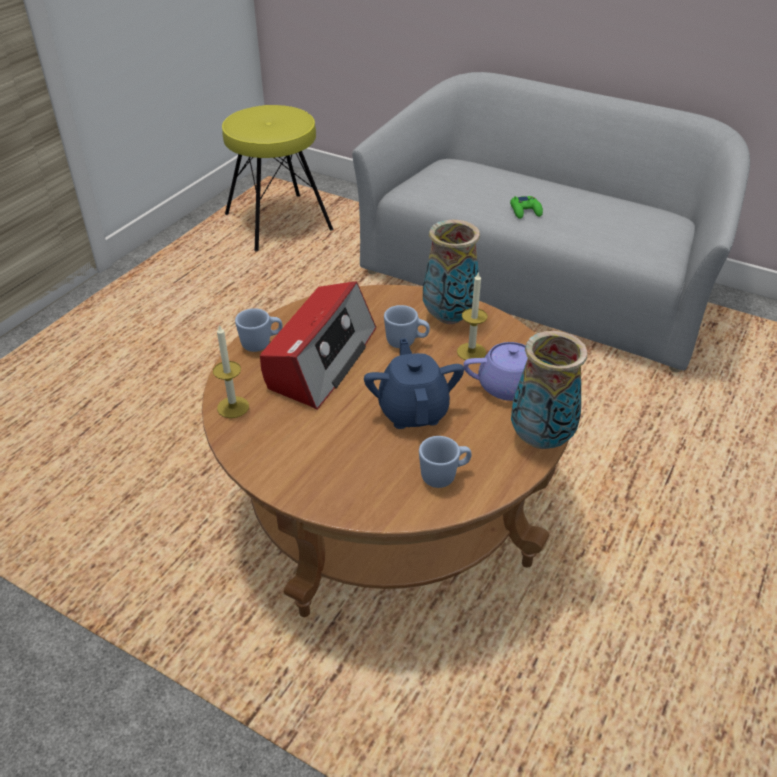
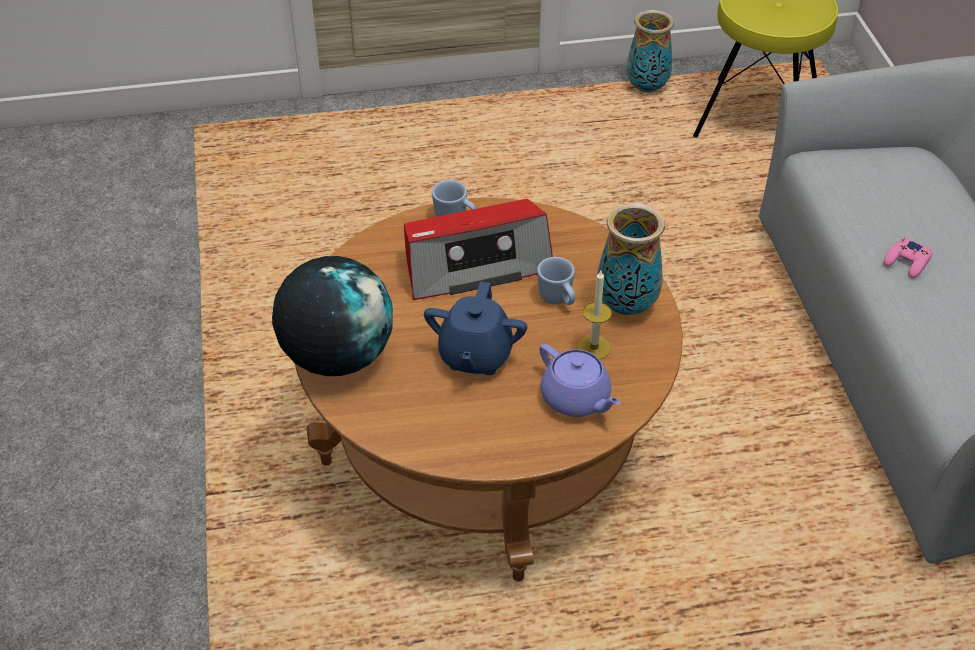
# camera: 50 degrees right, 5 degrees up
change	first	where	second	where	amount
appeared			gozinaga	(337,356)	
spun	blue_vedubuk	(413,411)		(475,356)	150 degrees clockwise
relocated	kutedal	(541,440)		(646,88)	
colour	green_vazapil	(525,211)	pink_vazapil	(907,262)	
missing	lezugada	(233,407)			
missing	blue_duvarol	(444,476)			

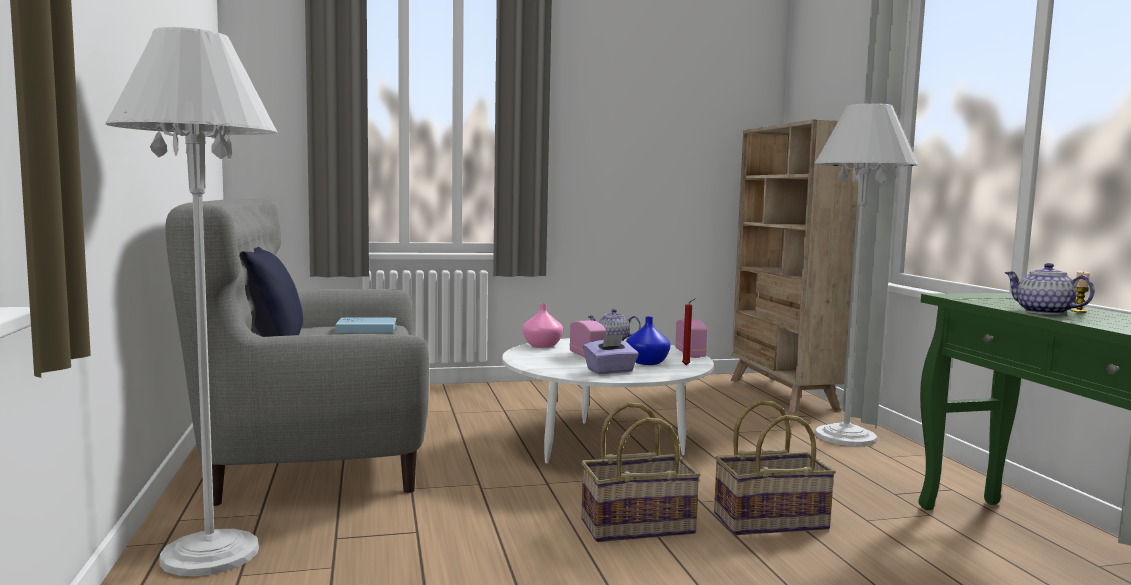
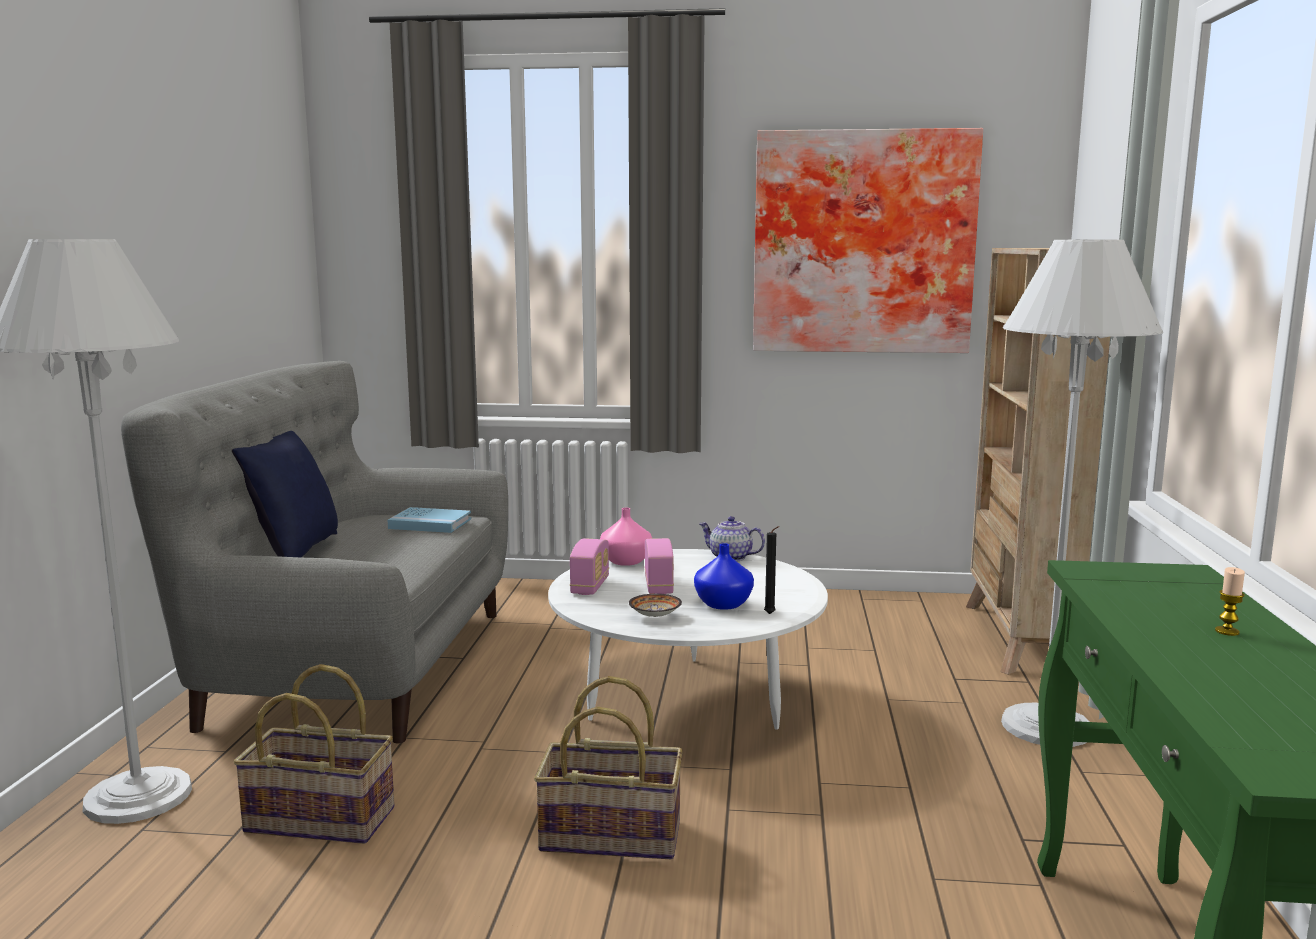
# camera: 20 degrees right, 5 degrees up
change	first	where	second	where	amount
relocated	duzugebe	(770,520)		(322,818)	
relocated	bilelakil	(690,353)		(590,586)	
exchanged	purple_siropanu	(610,371)	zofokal	(655,616)	
appeared			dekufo	(863,243)	
colour	red_lezugada	(687,365)	black_lezugada	(771,614)	
missing	vedubuk	(1043,312)			

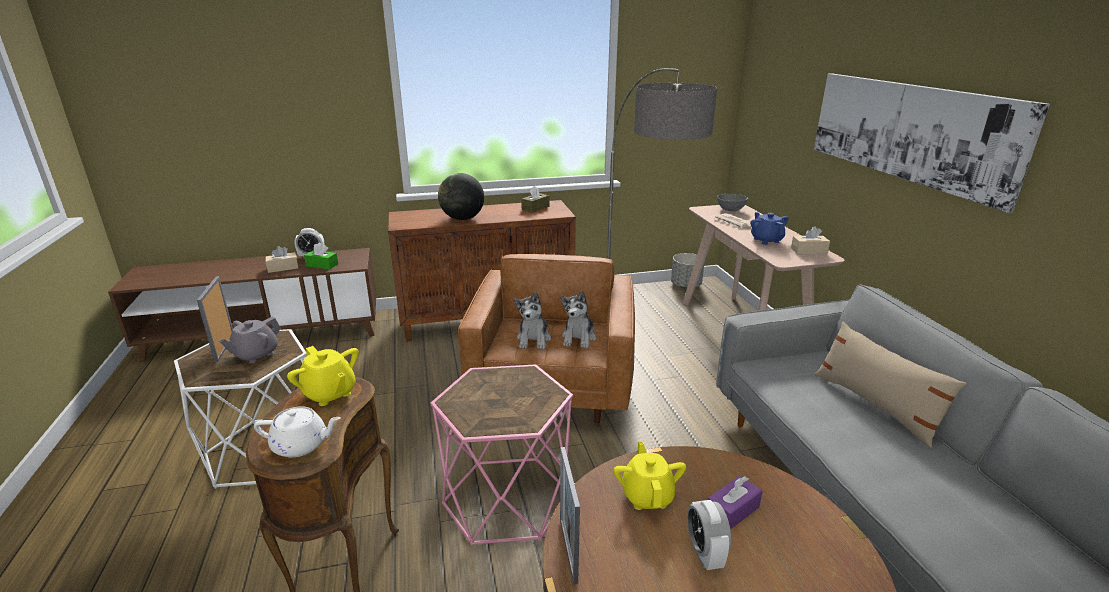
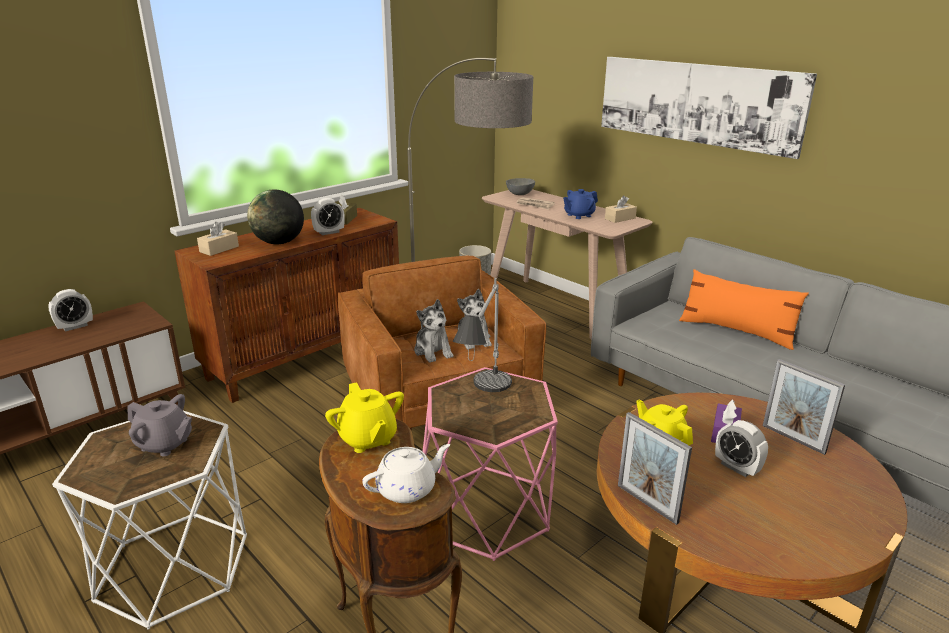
# camera: 30 degrees left, 0 degrees up
change	first	where	second	where	amount
spun	grey_vedubuk	(255,354)		(164,444)	75 degrees counterclockwise
relocated	beige_siropanu	(283,268)		(219,249)	
appeared			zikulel	(329,232)	
spun	yellow_vedubuk	(329,393)		(367,439)	45 degrees clockwise
appeared			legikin	(483,403)	
spun	blue_vedubuk	(766,240)		(579,215)	75 degrees counterclockwise
colour	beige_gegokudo	(875,405)	orange_gegokudo	(736,331)	
relocated	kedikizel	(224,348)		(793,439)	
missing	green_siropanu	(322,265)			

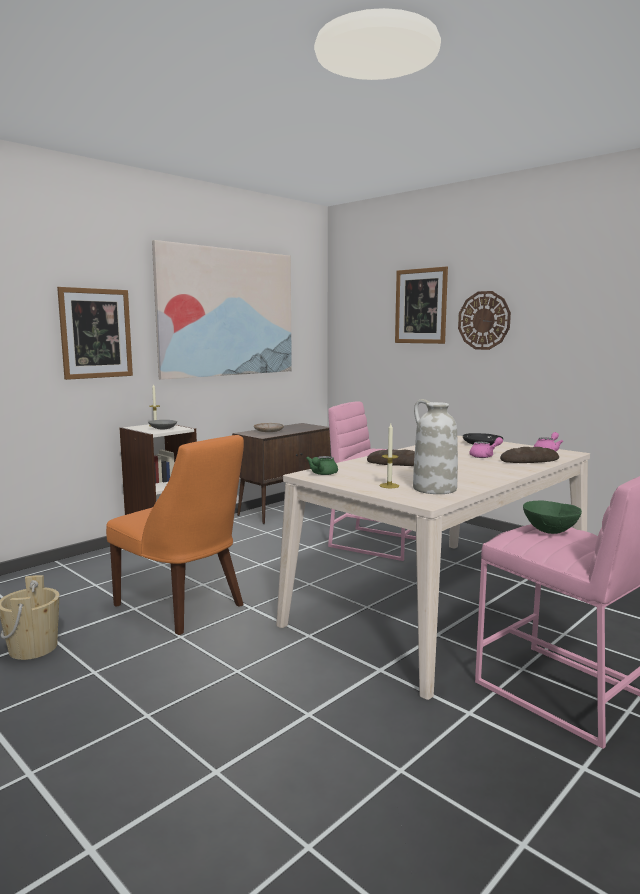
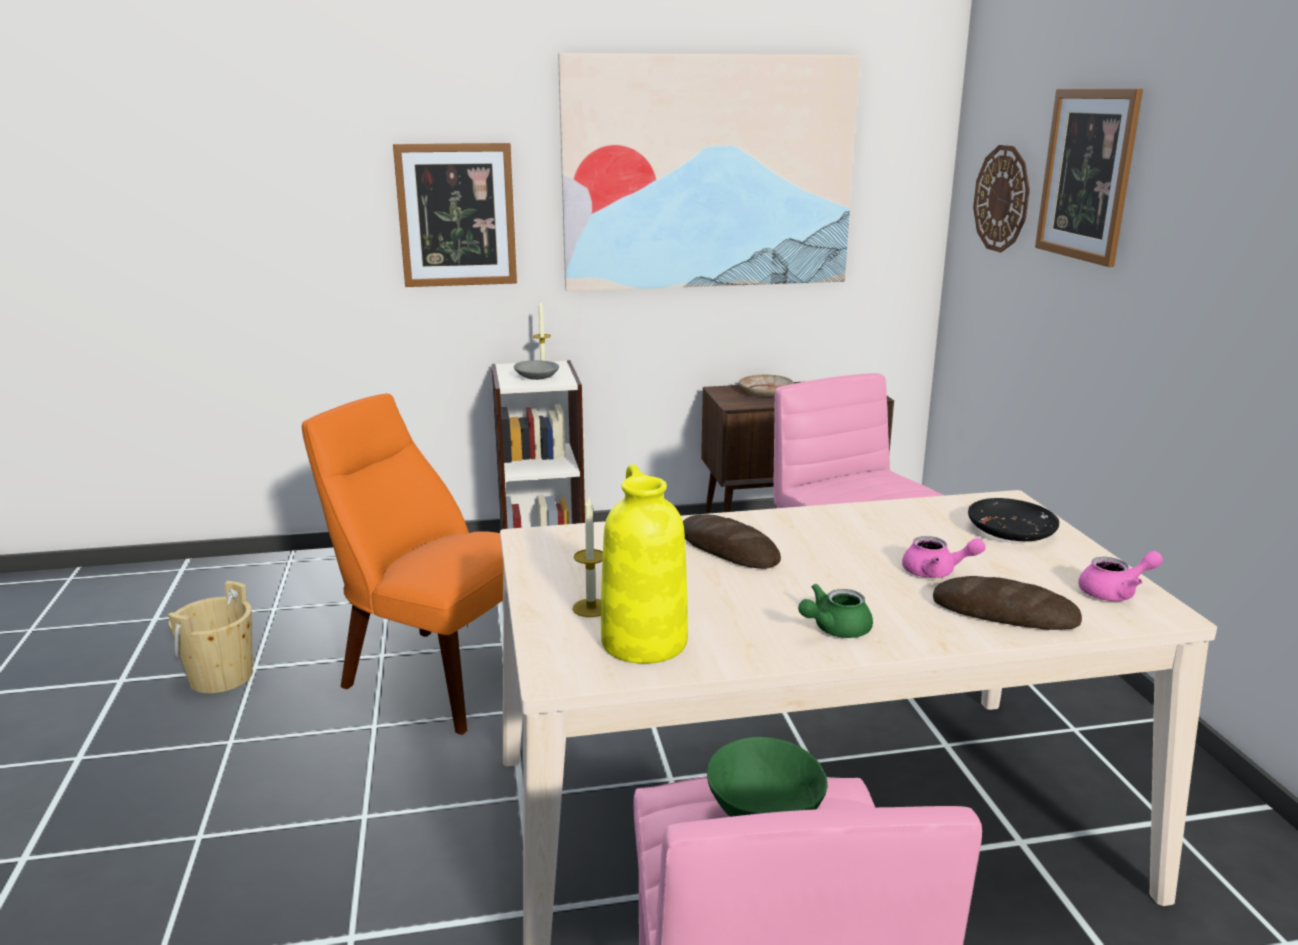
# camera: 35 degrees right, 10 degrees up
change	first	where	second	where	amount
spun	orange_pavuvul	(183,607)		(435,675)	135 degrees clockwise
colour	white_kutedal	(433,489)	yellow_kutedal	(642,641)	
relocated	green_vedubuk	(322,474)		(834,629)	
relocated	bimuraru	(484,320)		(1002,198)	

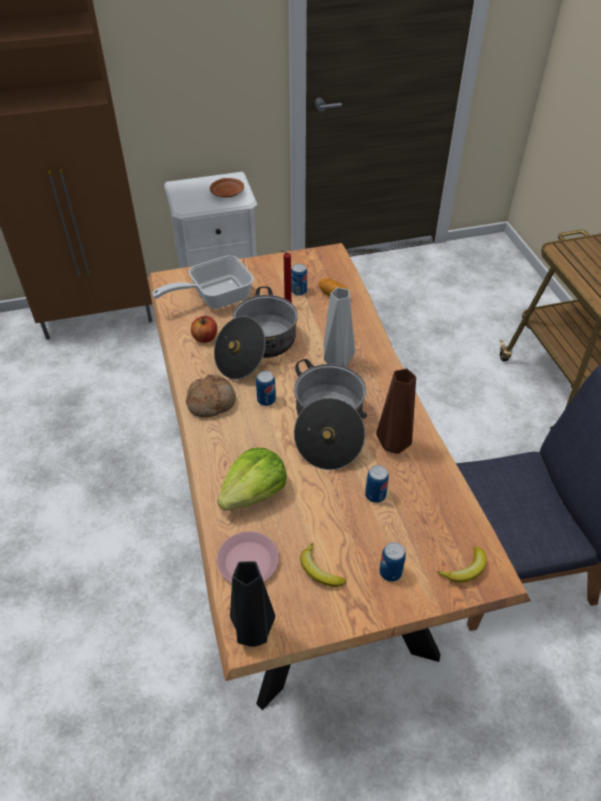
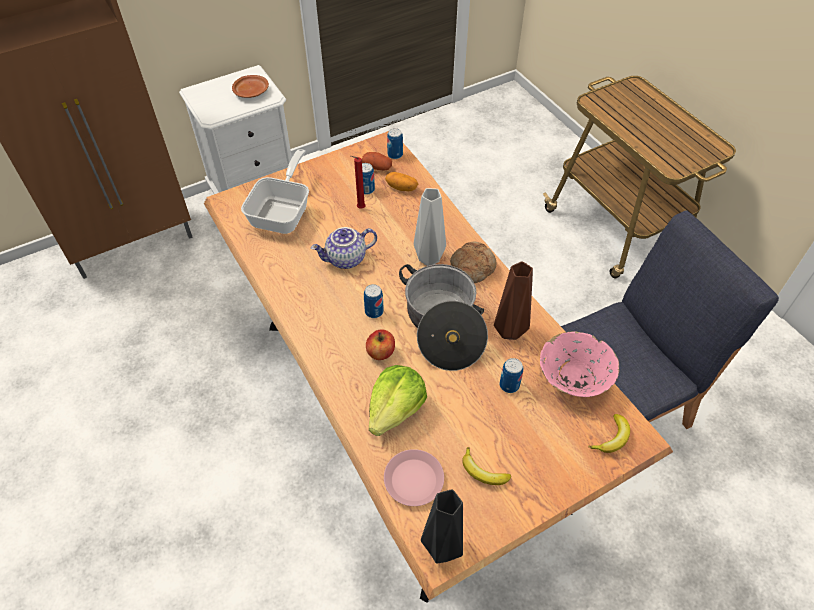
# camera: 15 degrees left, 5 degrees up
change	first	where	second	where	amount
spun	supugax	(214,297)		(283,212)	150 degrees clockwise
exchanged	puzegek	(257,349)	vedubuk	(346,259)	
appeared			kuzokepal	(377,167)	
relocated	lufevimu	(205,338)		(381,352)	
relocated	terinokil	(390,572)		(395,154)	
relocated	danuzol	(211,401)		(472,267)	
appeared			pink_zofokal	(574,378)	

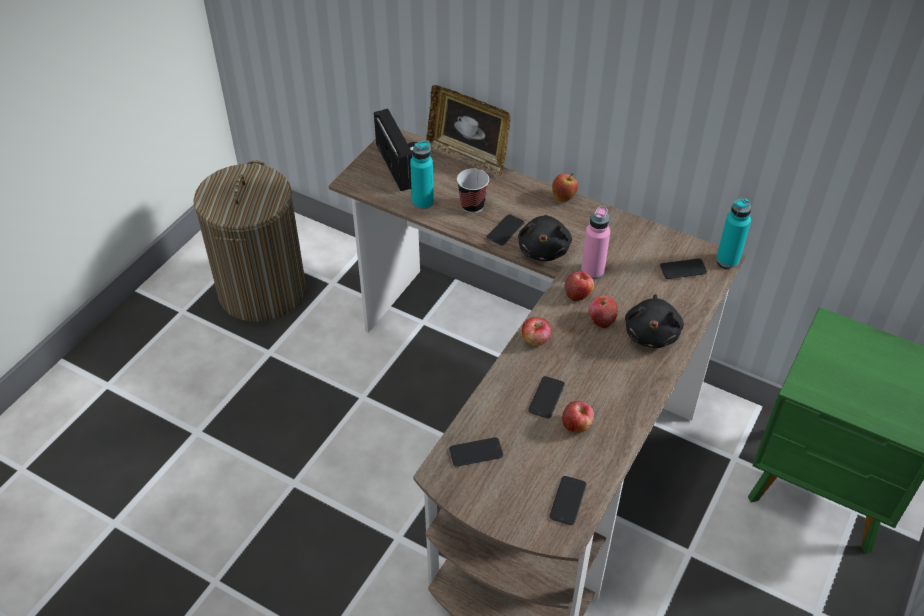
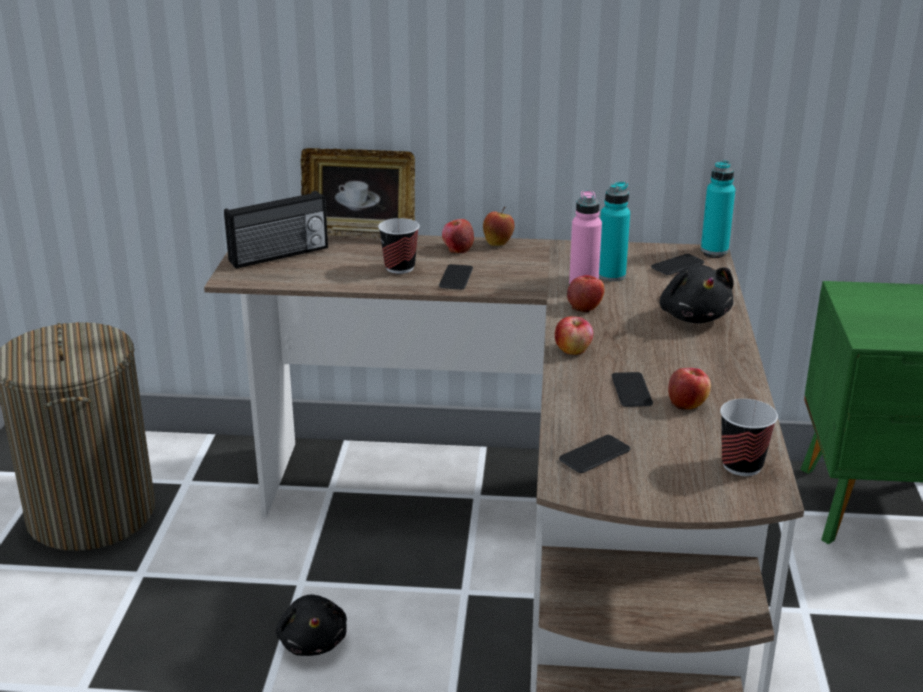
# camera: 25 degrees left, 20 degrees down
change	first	where	second	where	amount
spun	bilelakil	(396,166)		(279,255)	105 degrees clockwise
relocated	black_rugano	(544,249)		(313,641)	
relocated	lufevimu	(601,319)		(457,248)	
relocated	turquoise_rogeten	(423,202)		(611,275)	
exchanged	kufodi	(568,501)	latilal	(742,465)	

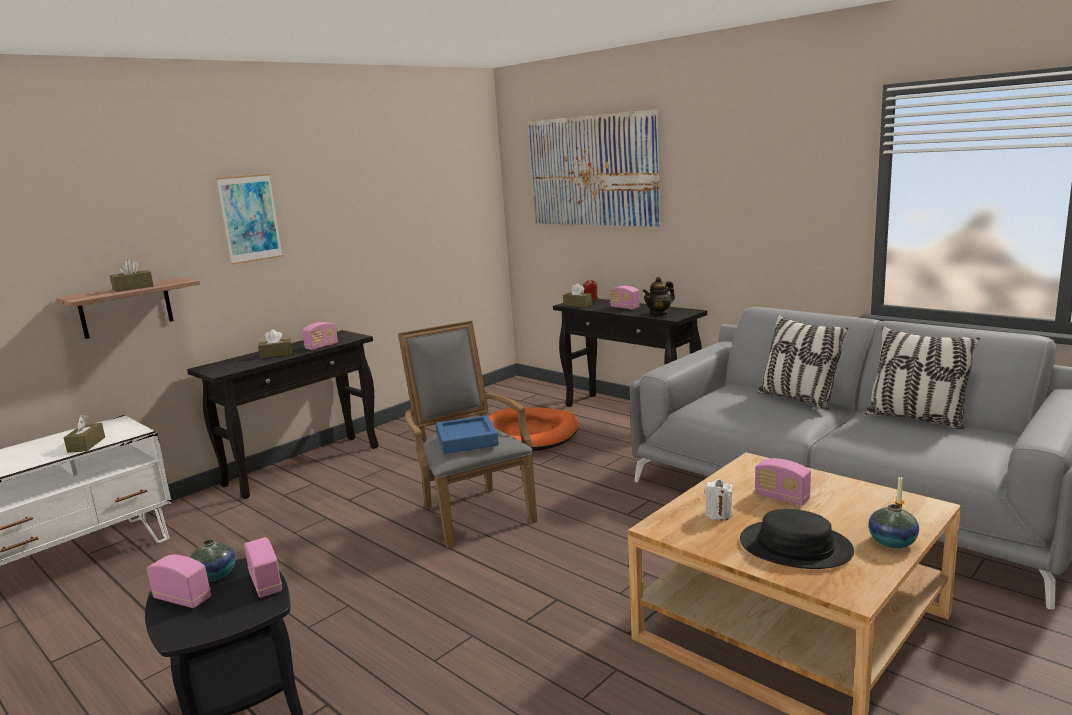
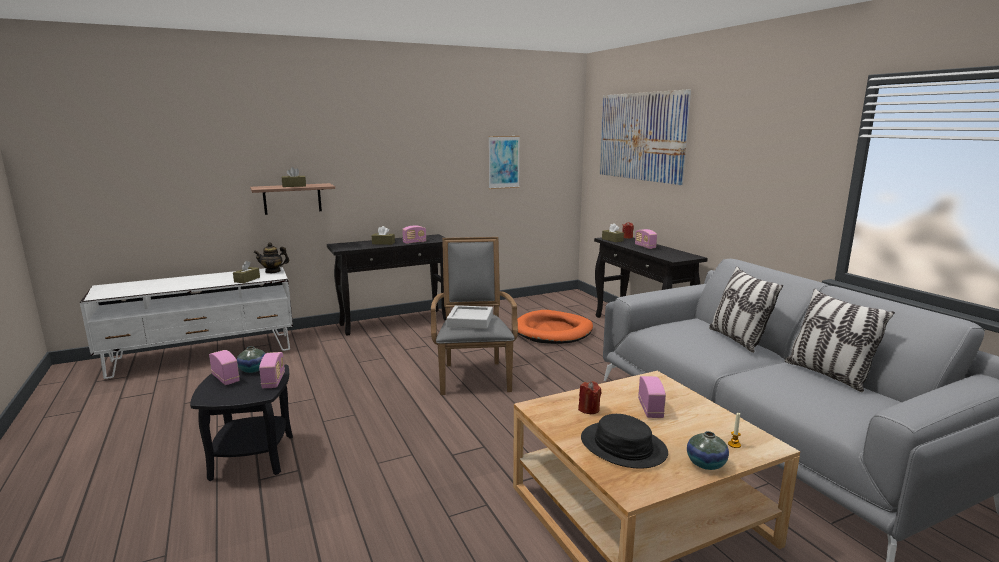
# camera: 20 degrees right, 0 degrees up
change	first	where	second	where	amount
relocated	vedubuk	(659,314)		(273,271)	
colour	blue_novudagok	(467,440)	grey_novudagok	(470,321)	
relocated	dekufo	(250,218)		(503,162)	
colour	white_lezugada	(718,514)	red_lezugada	(589,409)	
spun	bilelakil	(782,497)		(650,409)	150 degrees counterclockwise

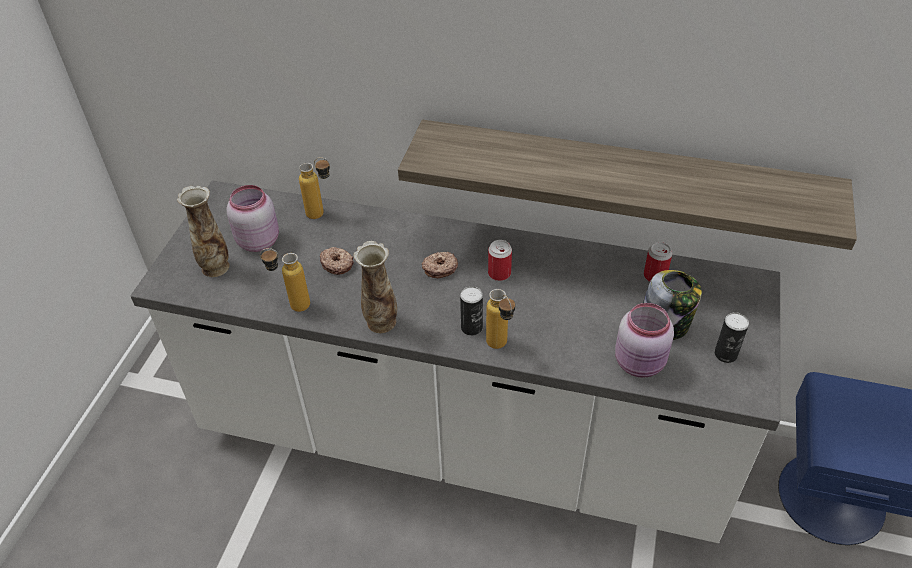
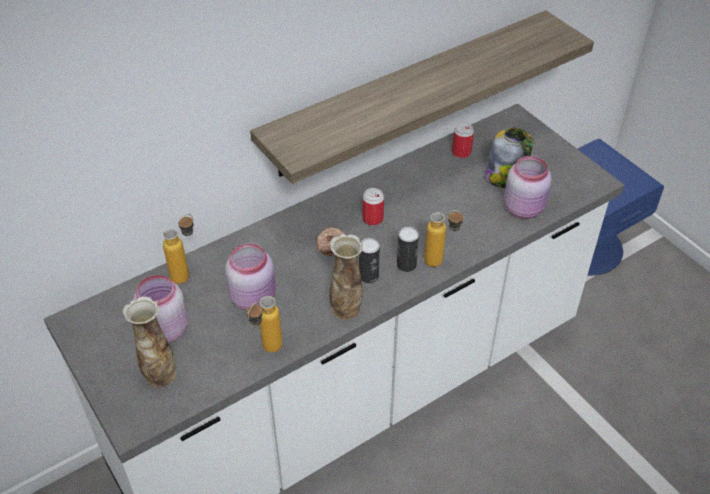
# camera: 50 degrees left, 0 degrees up
change	first	where	second	where	amount
exchanged	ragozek	(337,264)	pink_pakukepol	(254,297)	
relocated	terinokil	(725,354)		(368,276)	

